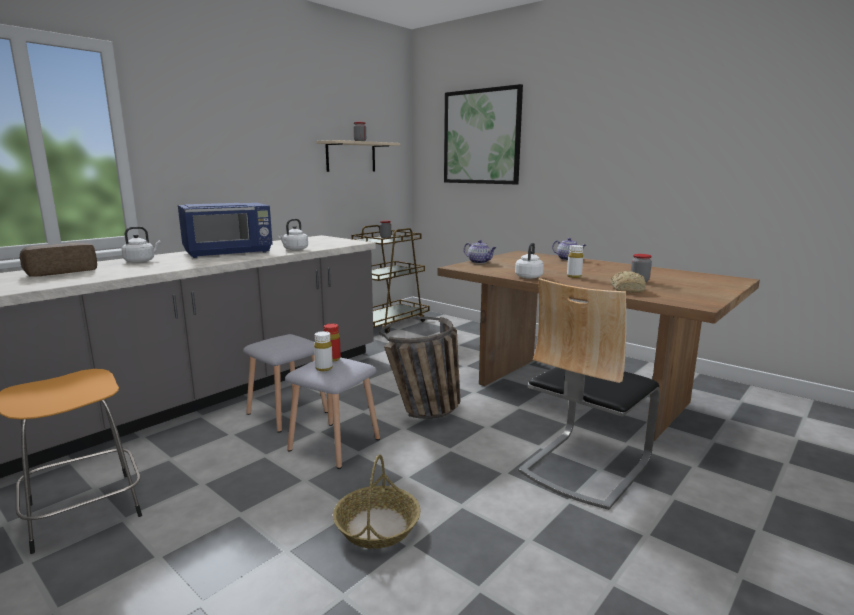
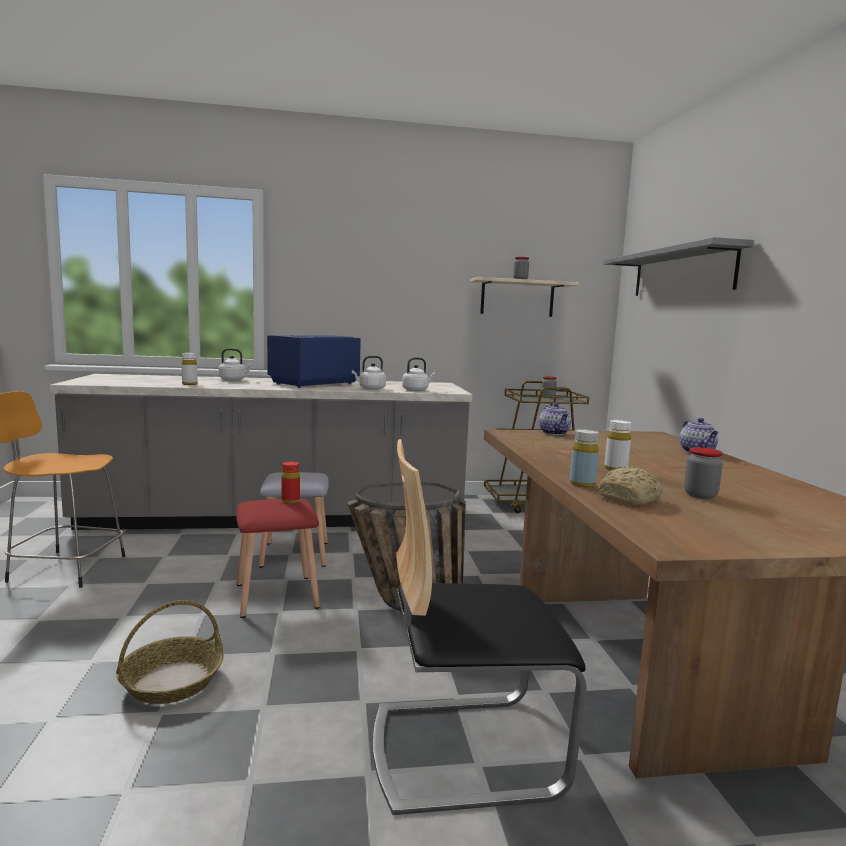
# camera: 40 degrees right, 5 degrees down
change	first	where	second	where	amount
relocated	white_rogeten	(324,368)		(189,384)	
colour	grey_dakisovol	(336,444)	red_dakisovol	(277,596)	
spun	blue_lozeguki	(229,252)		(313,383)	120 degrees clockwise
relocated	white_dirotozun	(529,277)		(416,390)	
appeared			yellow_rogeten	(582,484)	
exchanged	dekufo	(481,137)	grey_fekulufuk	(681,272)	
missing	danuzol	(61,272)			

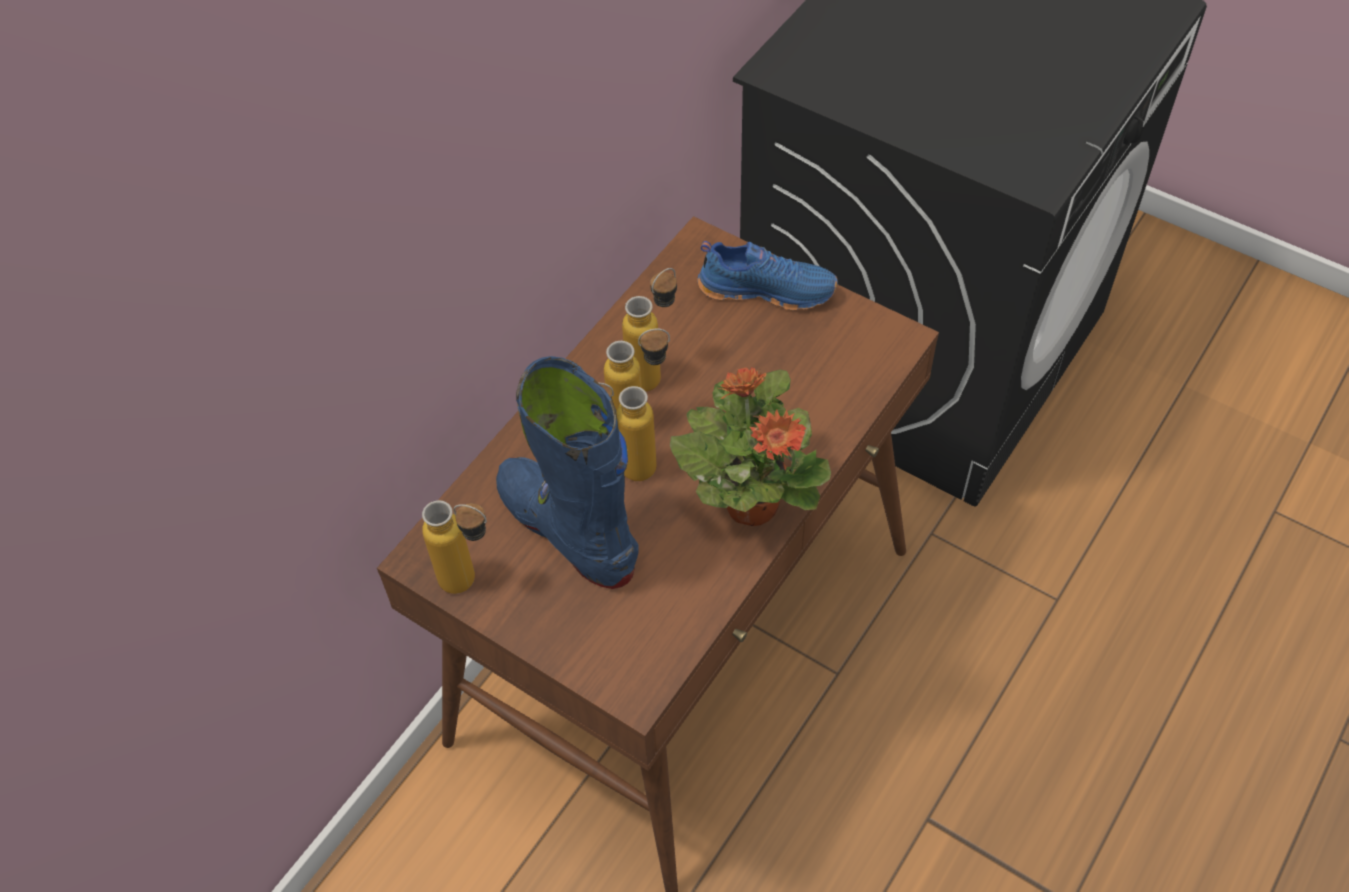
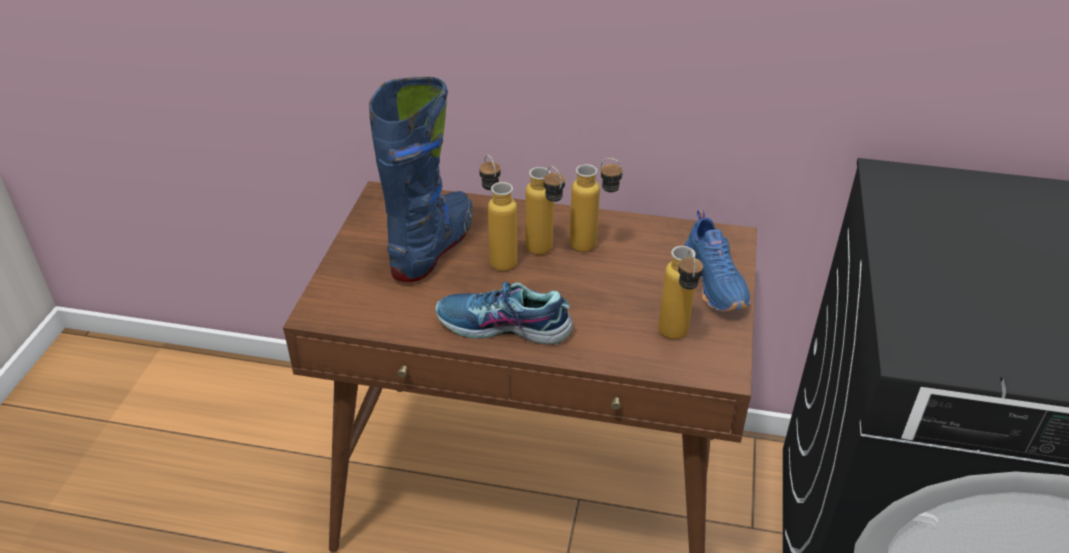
# camera: 65 degrees right, 15 degrees down
change	first	where	second	where	amount
exchanged	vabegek	(751,503)	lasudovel	(503,327)	
relocated	rogeten	(471,583)		(675,339)	

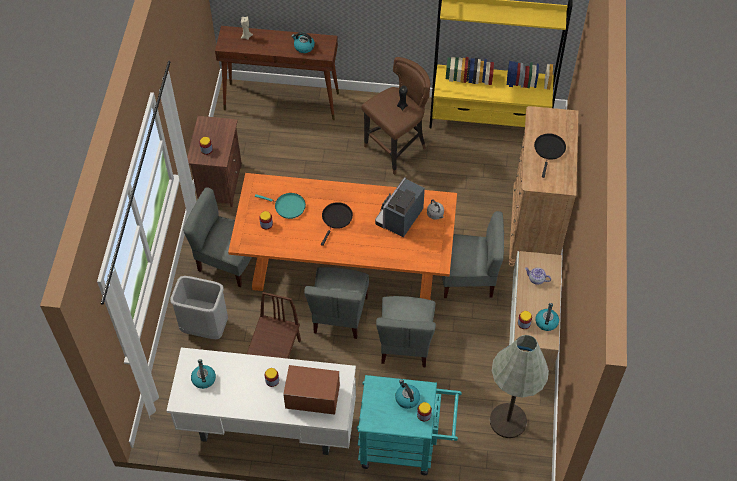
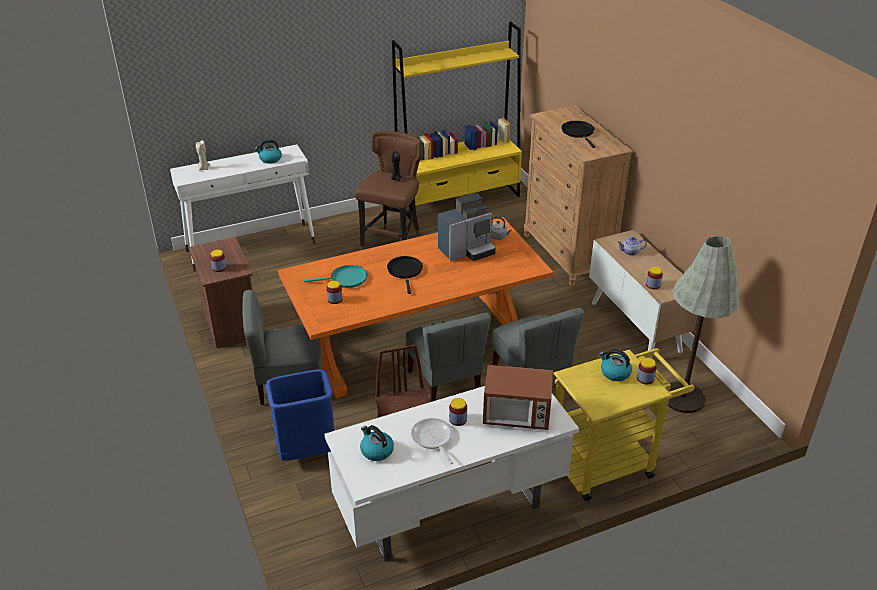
# camera: 30 degrees left, 20 degrees down
change	first	where	second	where	amount
colour	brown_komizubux	(282,101)	white_komizubux	(252,247)	
colour	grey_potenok	(204,328)	blue_potenok	(306,452)	
appeared			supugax	(433,439)	
spun	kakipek	(399,219)		(467,250)	120 degrees counterclockwise
spun	lozeguki	(312,398)		(516,416)	150 degrees counterclockwise
colour	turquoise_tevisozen	(405,446)	yellow_tevisozen	(609,462)	
missing	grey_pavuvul	(468,278)			
missing	dirotozun	(546,322)			

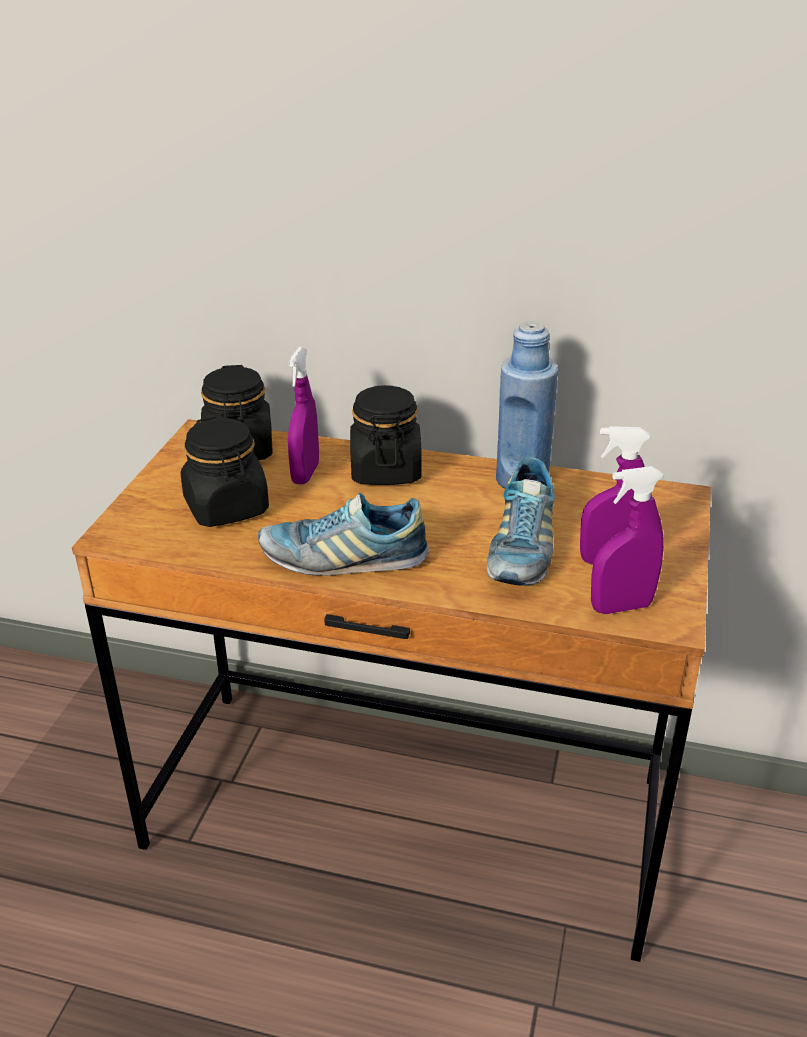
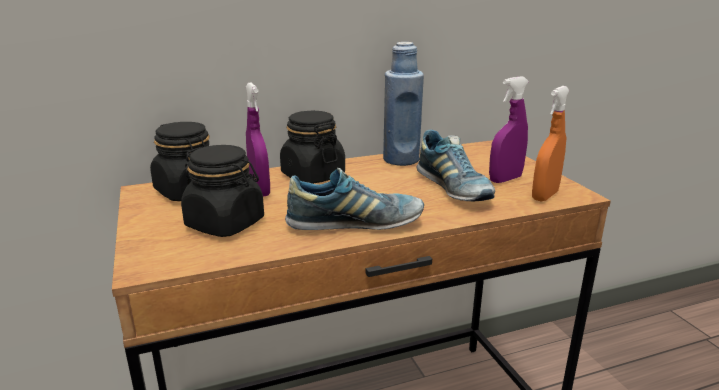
# camera: 35 degrees left, 10 degrees down
change	first	where	second	where	amount
spun	lasudovel	(343,559)		(355,224)	150 degrees counterclockwise
colour	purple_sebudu	(621,607)	orange_sebudu	(544,196)	

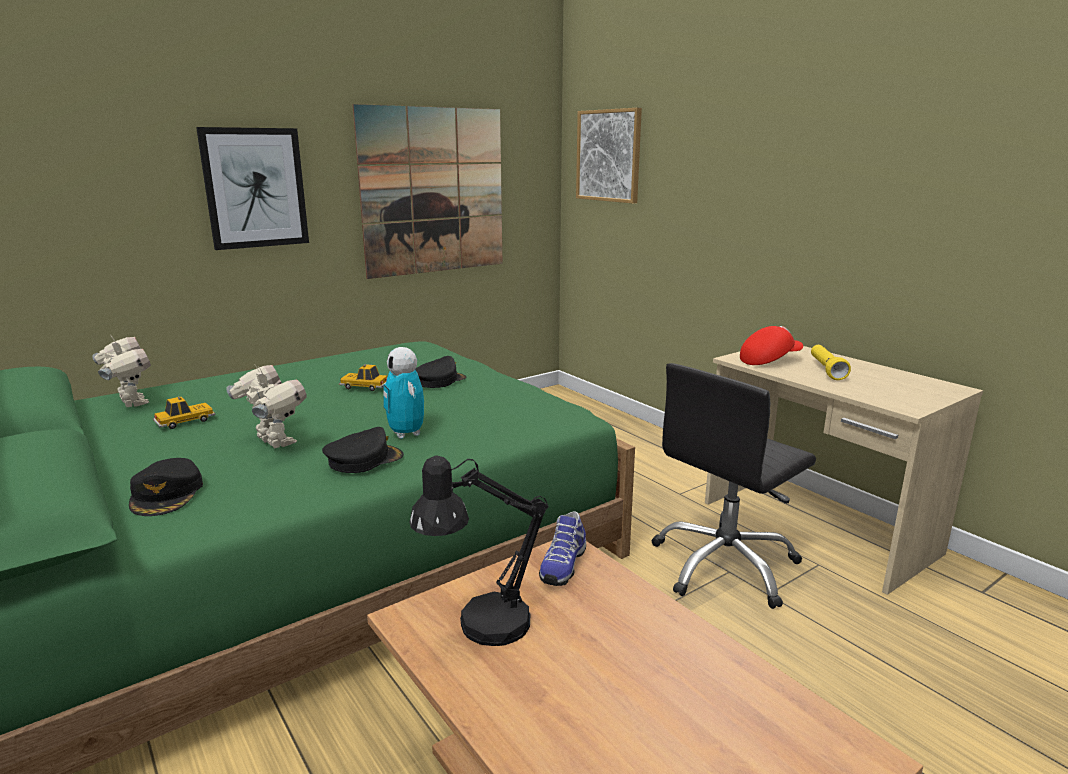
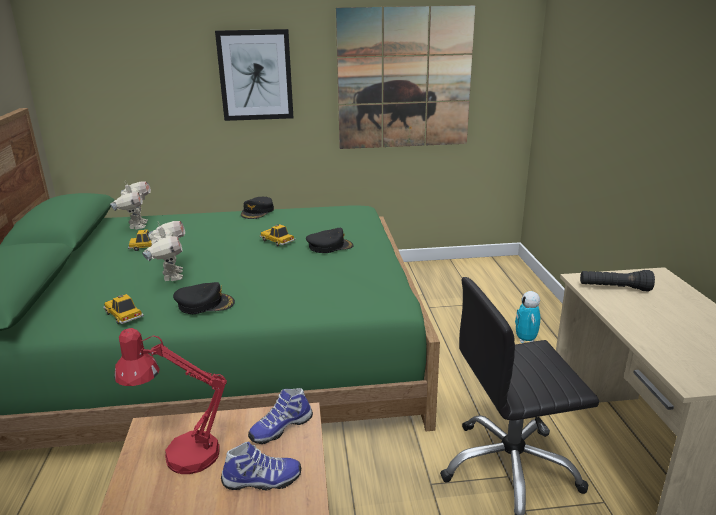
# camera: 30 degrees right, 5 degrees up
change	first	where	second	where	amount
appeared			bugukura	(124,315)	
colour	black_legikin	(481,627)	red_legikin	(181,454)	
appeared			lasudovel	(262,481)	
relocated	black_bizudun	(167,494)		(257,212)	
relocated	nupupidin	(406,434)		(525,340)	
exchanged	red_bizudun	(769,360)	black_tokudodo	(614,288)	
missing	dekufo	(609,155)			
missing	yellow_tokudodo	(826,370)			

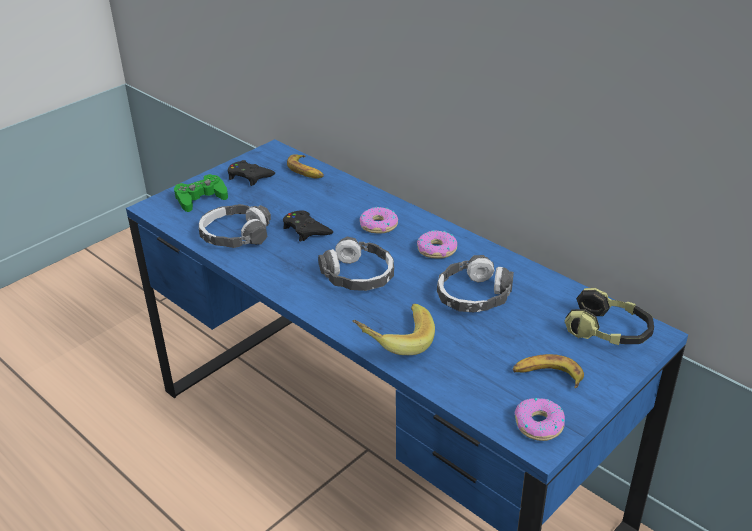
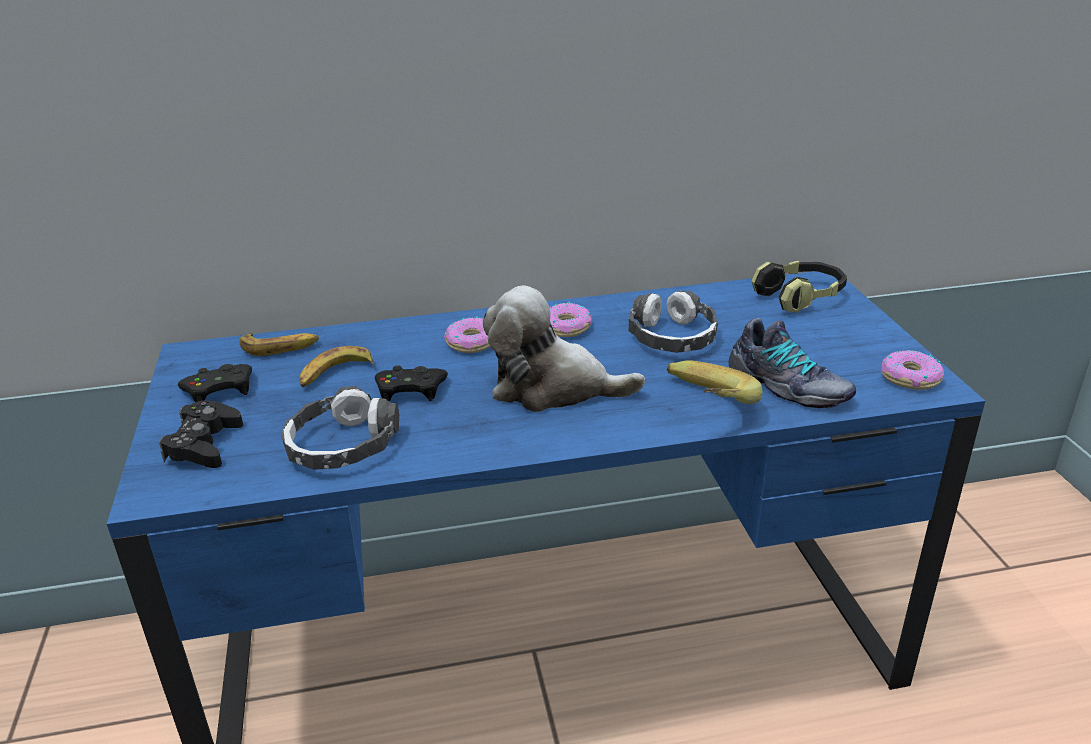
# camera: 55 degrees left, 5 degrees down
change	first	where	second	where	amount
colour	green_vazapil	(201,198)	black_vazapil	(204,445)	
relocated	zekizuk	(547,376)		(335,374)	
exchanged	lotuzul	(358,275)	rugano	(553,388)	
appeared			lasudovel	(787,387)	

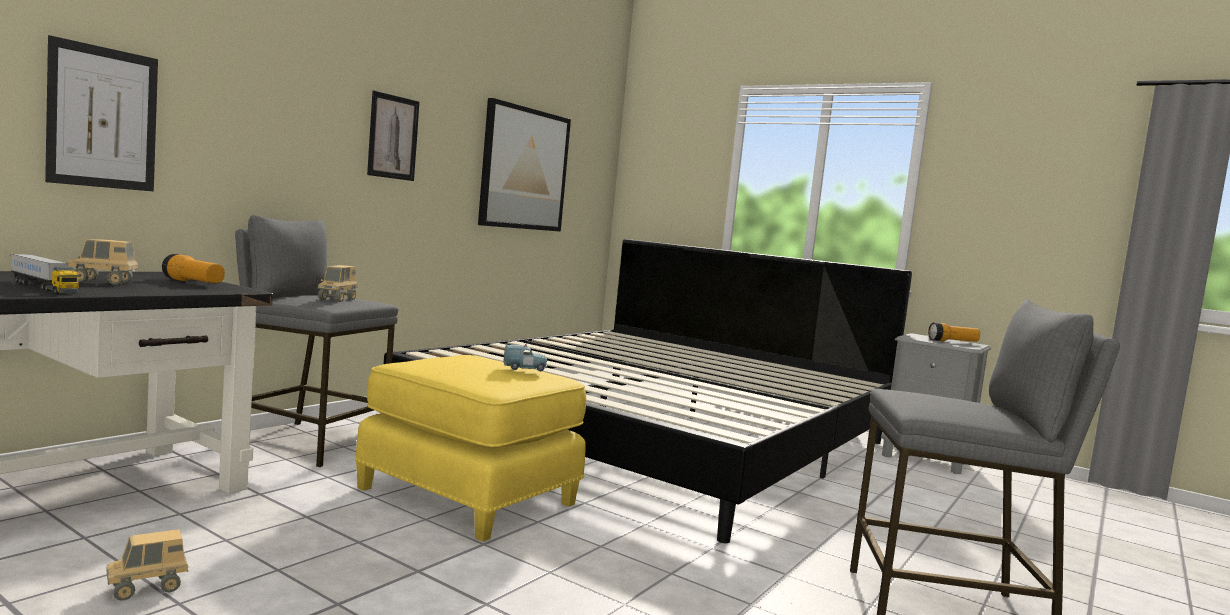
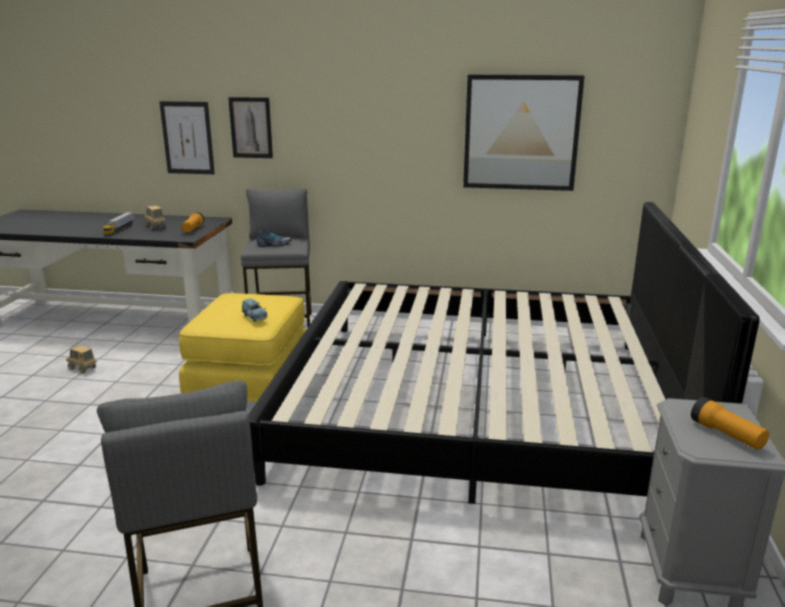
# camera: 65 degrees right, 15 degrees up
change	first	where	second	where	amount
relocated	dekufo	(393,137)		(251,127)	
exchanged	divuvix	(337,299)	lasudovel	(274,244)	

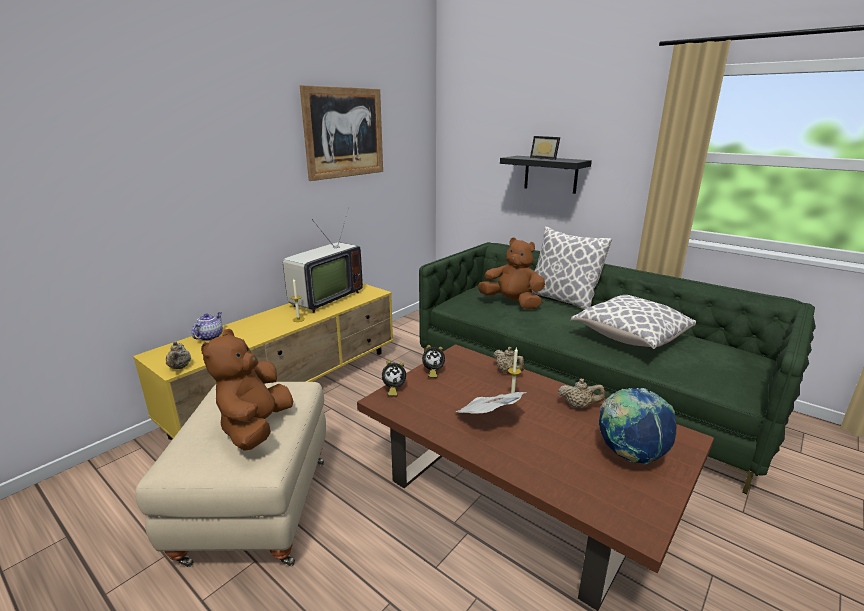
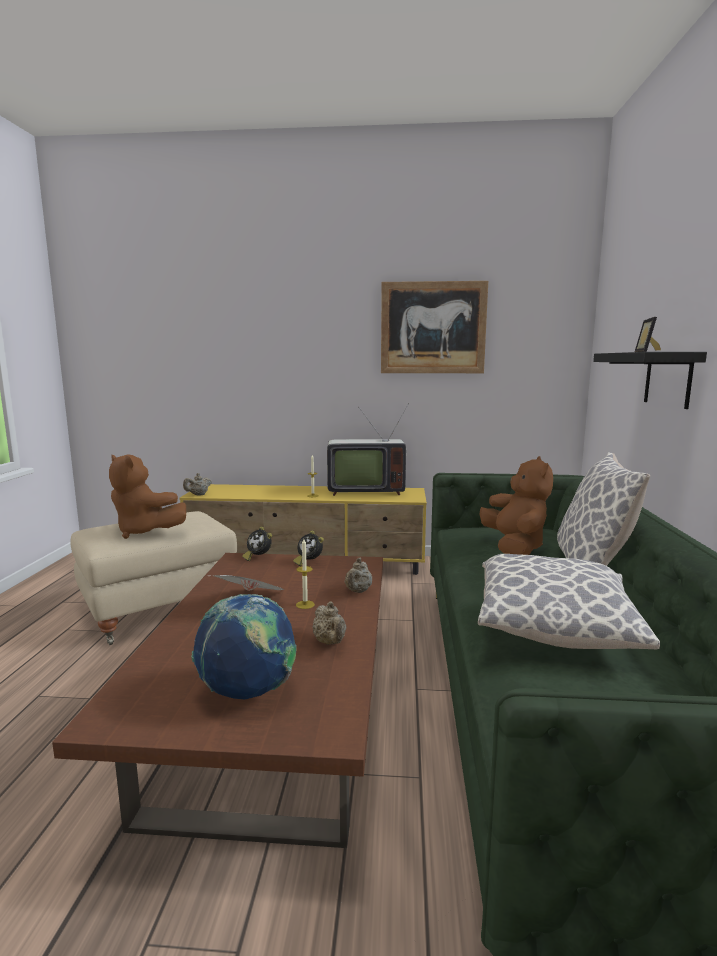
# camera: 55 degrees right, 10 degrees down
change	first	where	second	where	amount
spun	brown_rugano	(256,428)		(144,531)	120 degrees counterclockwise
missing	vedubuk	(210,336)			

